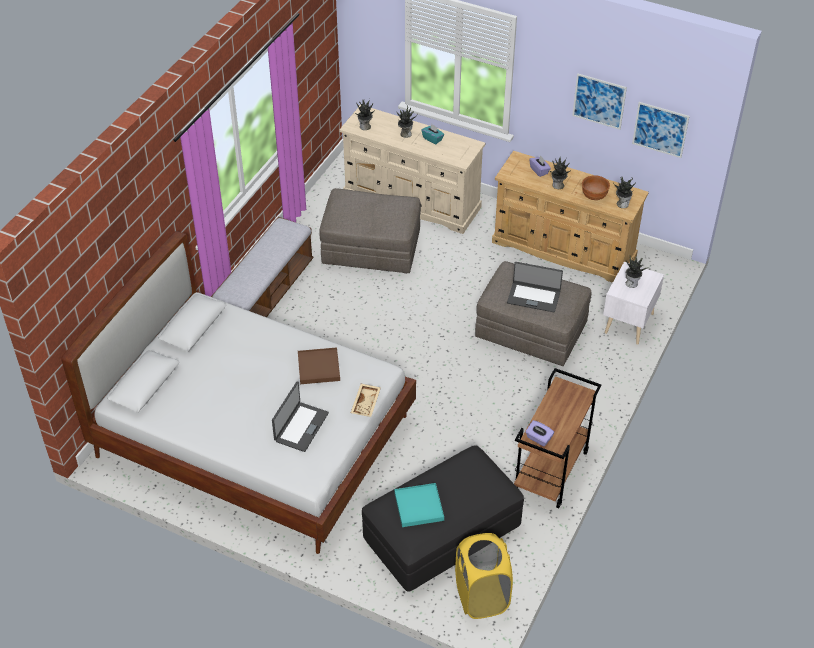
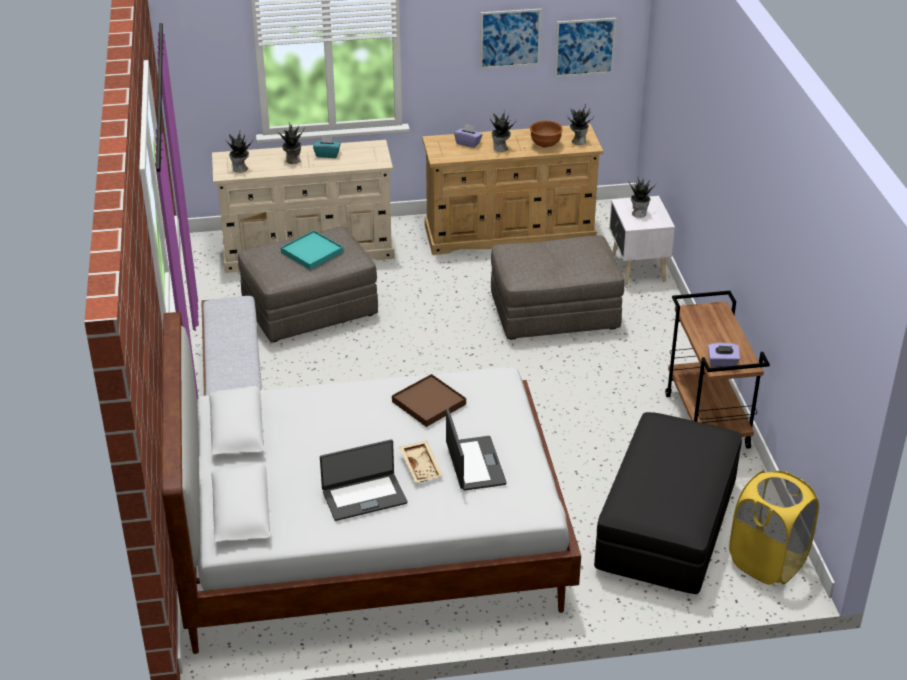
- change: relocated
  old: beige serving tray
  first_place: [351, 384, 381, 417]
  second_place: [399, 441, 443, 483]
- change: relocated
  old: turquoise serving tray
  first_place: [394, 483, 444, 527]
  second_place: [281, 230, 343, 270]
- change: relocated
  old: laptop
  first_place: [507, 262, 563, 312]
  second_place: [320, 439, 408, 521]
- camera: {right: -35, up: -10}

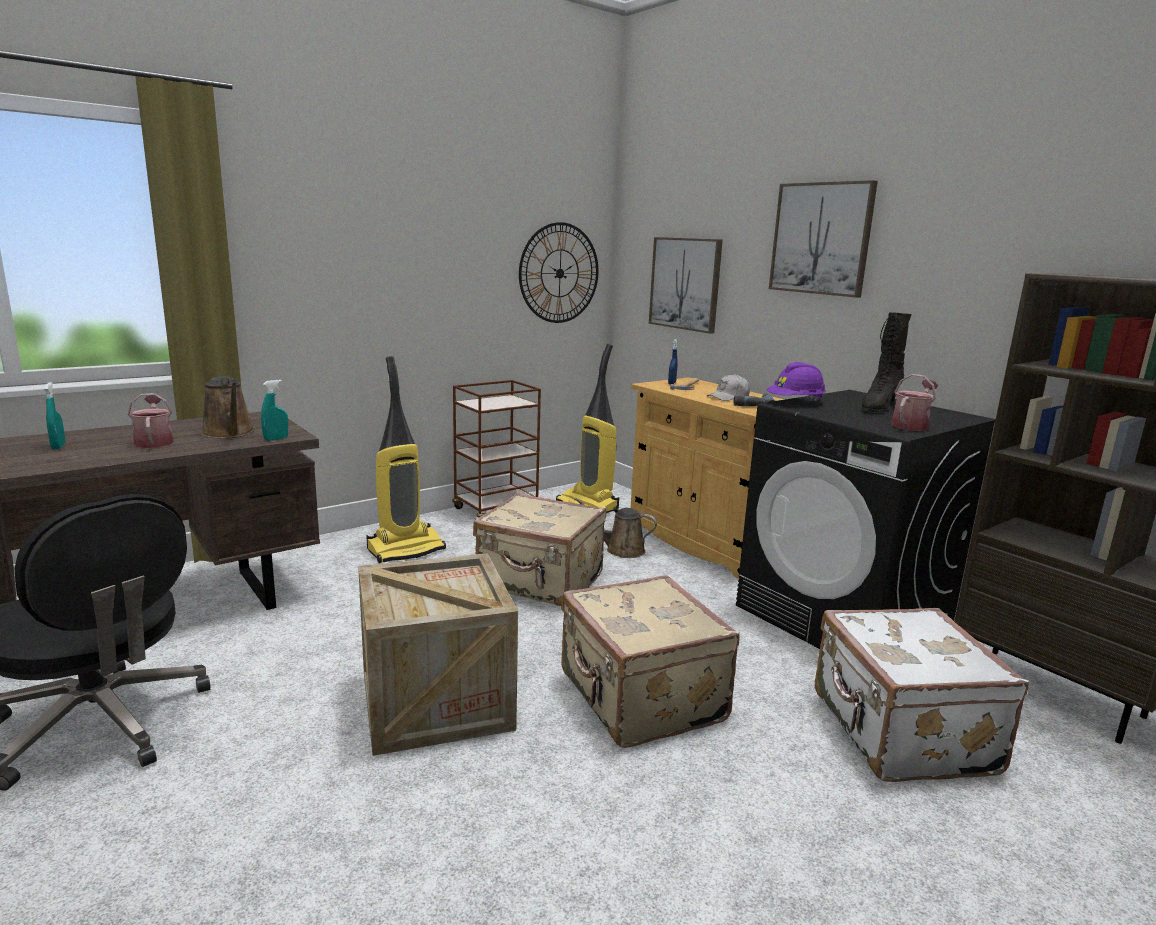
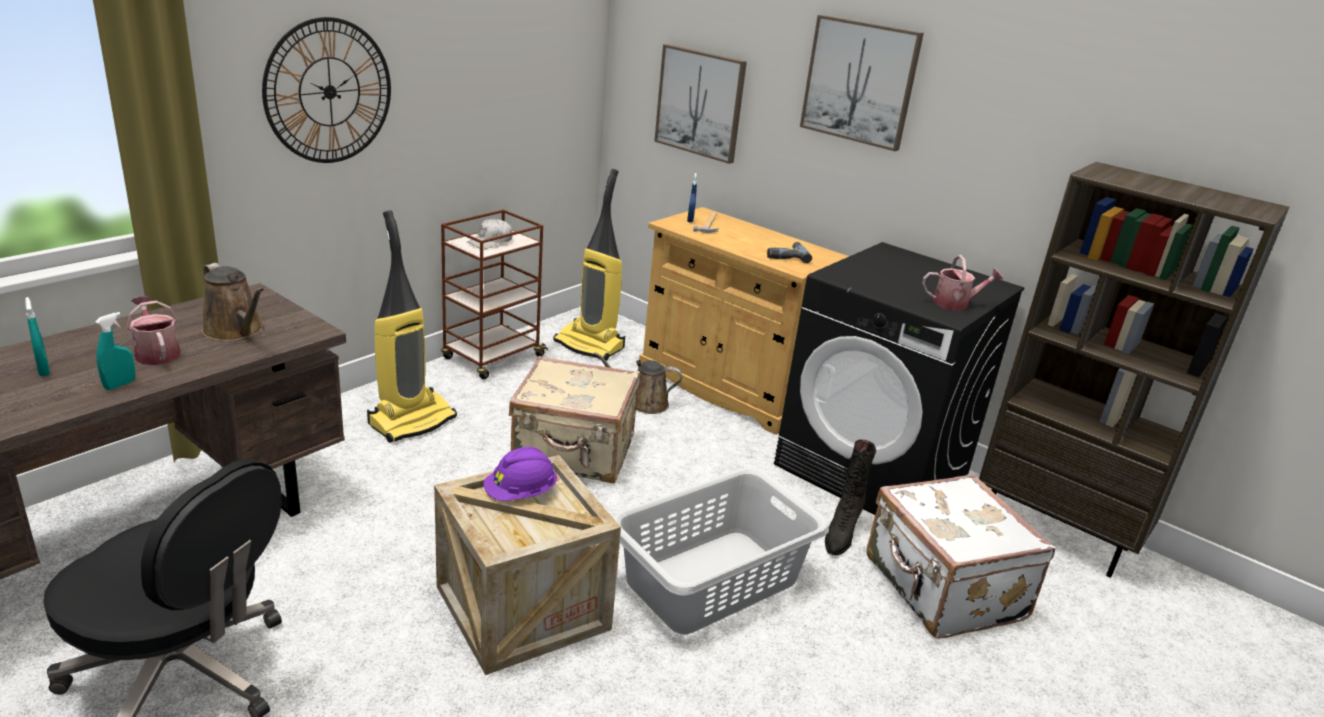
- change: relocated
  old: turquoise spray bottle
  first_place: [261, 380, 288, 441]
  second_place: [95, 312, 135, 390]
- change: relocated
  old: clock on the wall
  first_place: [519, 222, 598, 323]
  second_place: [262, 17, 391, 163]
- change: exchanged
  old: beige piece of luggage
  new: grey hamper
  first_place: [561, 575, 740, 748]
  second_place: [613, 468, 829, 634]
- change: relocated
  old: white peaked cap
  first_place: [707, 374, 750, 401]
  second_place: [467, 219, 513, 249]
- change: relocated
  old: purple hard hat
  first_place: [767, 362, 826, 401]
  second_place: [483, 447, 557, 501]
- change: relocated
  old: black-coloured boot
  first_place: [861, 312, 912, 413]
  second_place: [825, 440, 876, 555]
- change: spun
  old: watering can
  first_place: [891, 374, 938, 431]
  second_place: [922, 255, 1004, 310]
  degrees: 60
- camera: {right: -15, up: 10}

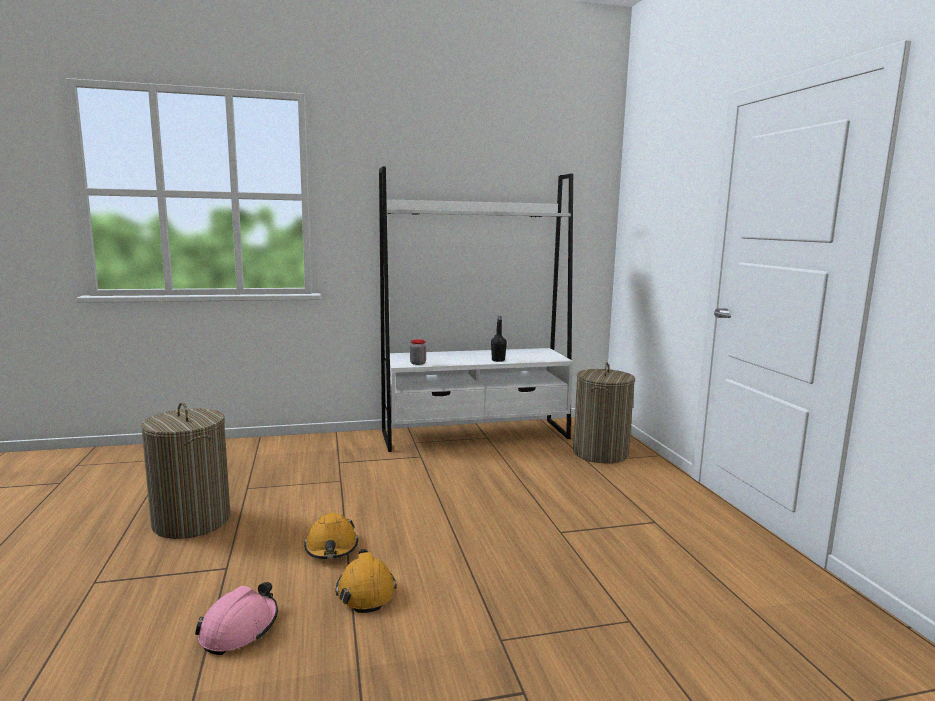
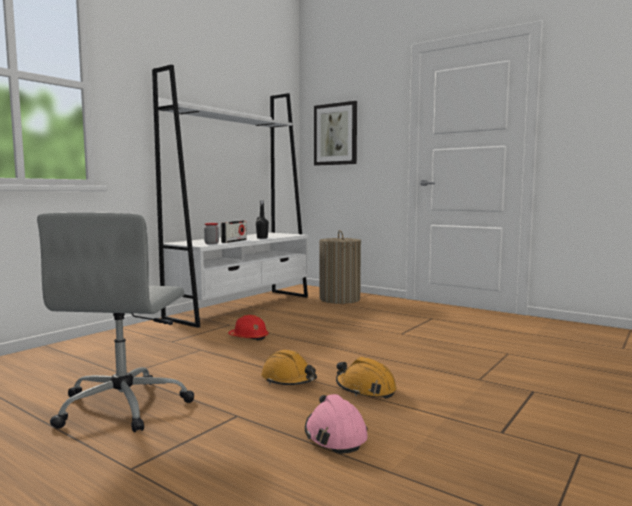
- change: exchanged
  old: hamper
  new: grey desk chair
  first_place: [141, 402, 231, 539]
  second_place: [37, 213, 194, 432]
- change: appeared
  new: radio
  second_place: [221, 221, 247, 243]
- change: appeared
  new: red-coloured hard hat
  second_place: [228, 315, 269, 341]
- change: appeared
  new: wall art
  second_place: [314, 101, 357, 166]
- camera: {right: -40, up: -5}

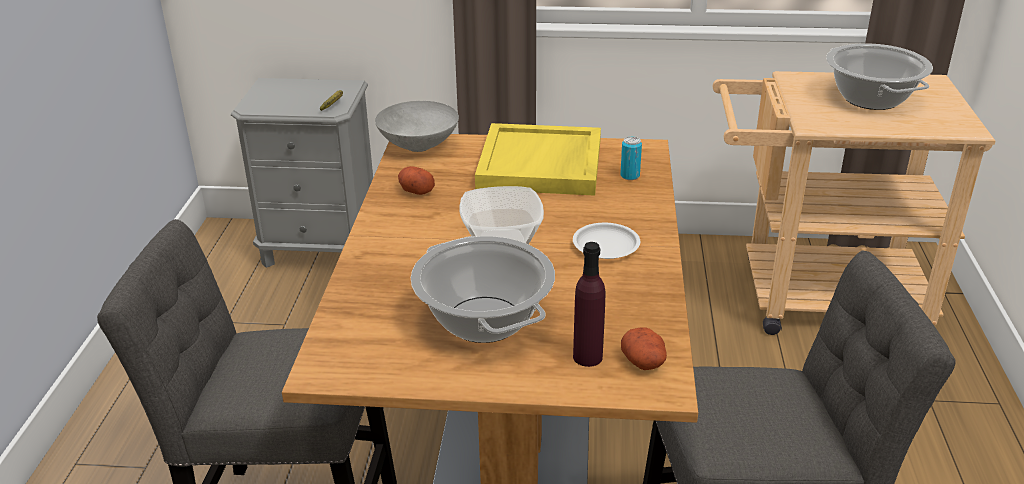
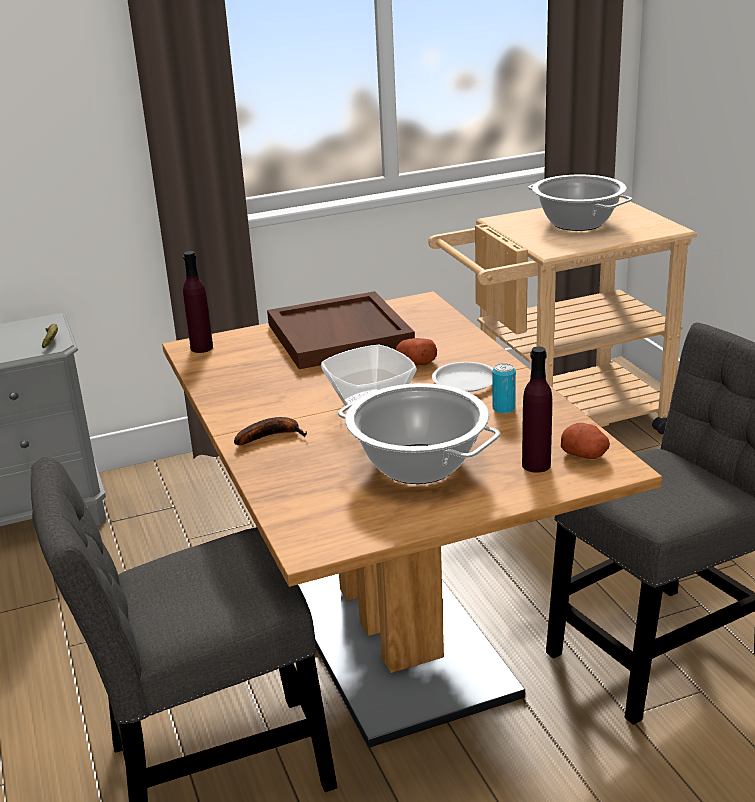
- change: exchanged
  old: grey serving bowl
  new: purple bottle
  first_place: [375, 101, 459, 152]
  second_place: [183, 251, 213, 353]
- change: relocated
  old: whole potato
  first_place: [398, 166, 435, 195]
  second_place: [396, 338, 437, 365]
- change: colour
  old: yellow-coloured serving tray
  new: brown-coloured serving tray
  first_place: [475, 123, 601, 196]
  second_place: [267, 291, 415, 369]
- change: relocated
  old: metal can
  first_place: [620, 137, 642, 180]
  second_place: [492, 363, 516, 414]
- change: appeared
  new: banana
  second_place: [234, 417, 307, 445]
- camera: {right: -25, up: -5}

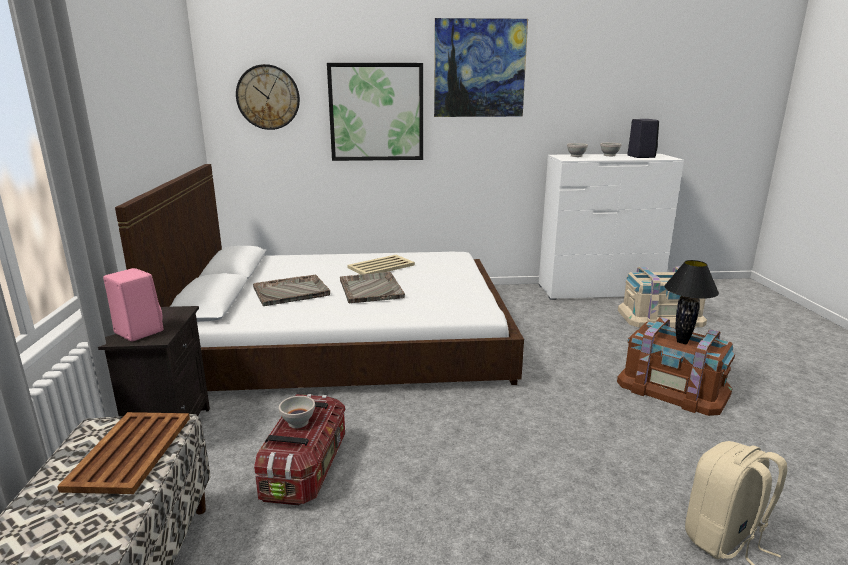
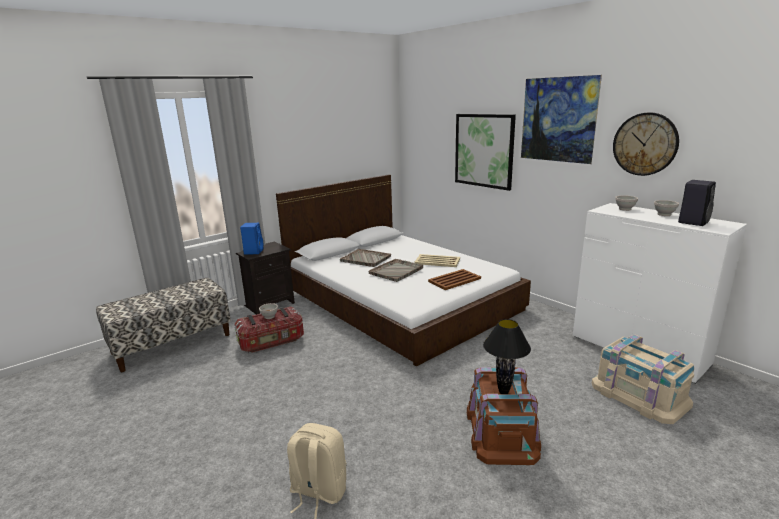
- change: relocated
  old: brown-coloured serving tray
  first_place: [57, 412, 190, 494]
  second_place: [428, 269, 481, 290]
- change: colour
  old: pinkish loudspeaker
  new: blue-coloured loudspeaker
  first_place: [103, 268, 163, 341]
  second_place: [240, 223, 264, 255]
- change: relocated
  old: clock on the wall
  first_place: [236, 64, 300, 130]
  second_place: [613, 112, 679, 176]
- camera: {right: 55, up: 0}

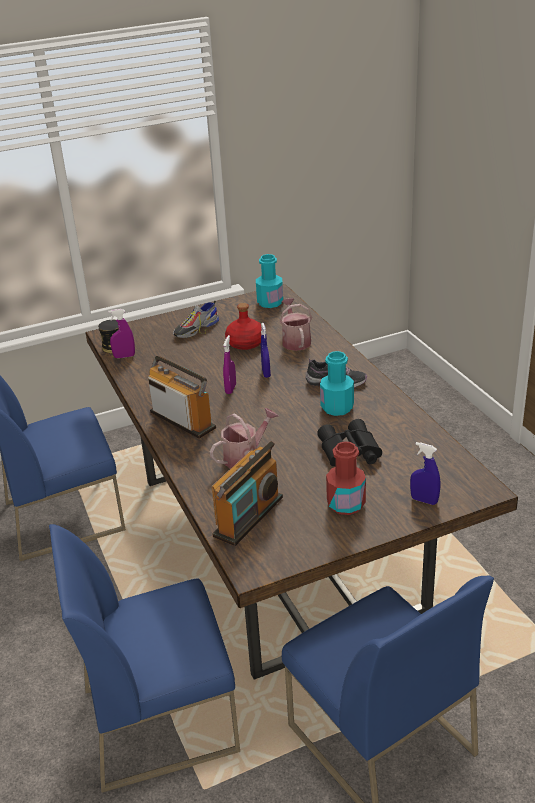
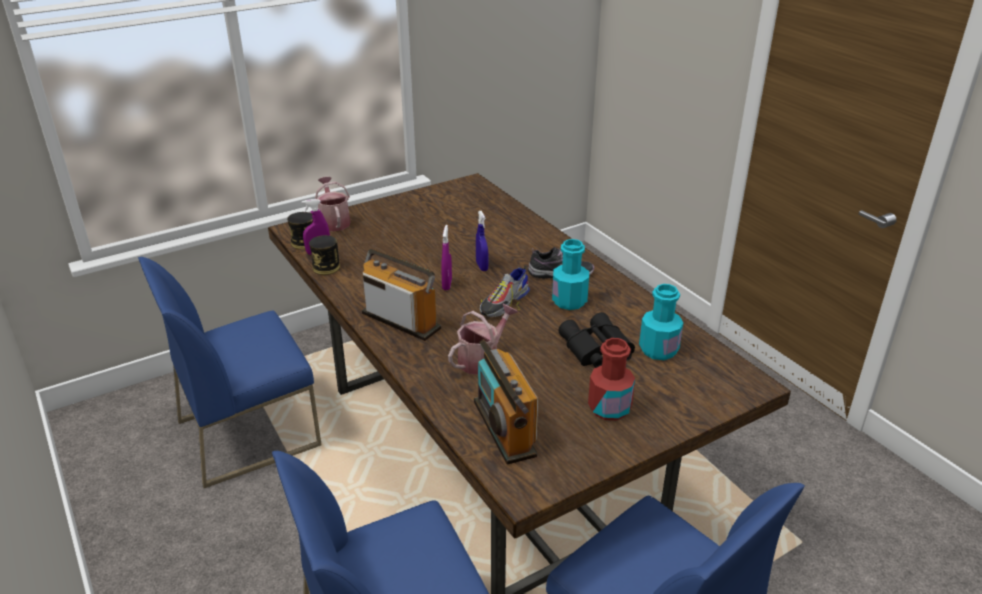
- change: relocated
  old: shoe
  first_place: [173, 301, 219, 338]
  second_place: [480, 266, 530, 317]
- change: spun
  old: radio
  first_place: [212, 441, 283, 546]
  second_place: [474, 339, 538, 465]
  degrees: 135
- change: missing
  old: red-coloured bottle
  first_place: [225, 303, 261, 350]
- change: relocated
  old: turquoise bottle
  first_place: [256, 254, 283, 308]
  second_place: [639, 284, 683, 360]
- change: relocated
  old: watering can
  first_place: [280, 298, 312, 351]
  second_place: [315, 177, 350, 232]
- change: missing
  old: blue-coloured spray bottle
  first_place: [410, 442, 440, 505]
- change: appeared
  new: metal can
  second_place: [309, 235, 340, 275]
- camera: {right: -10, up: 0}

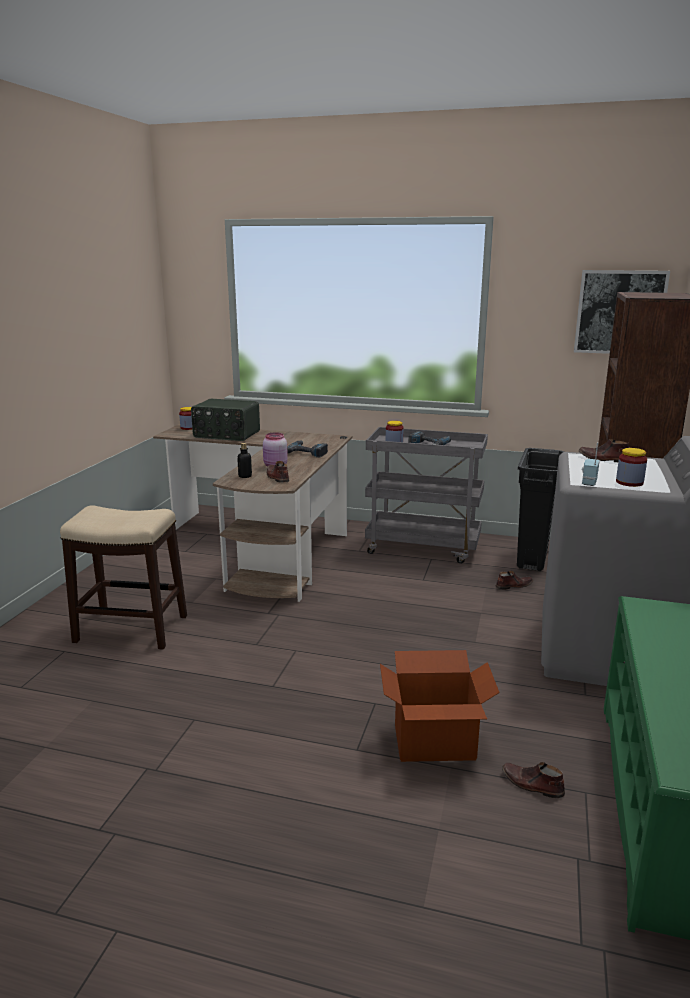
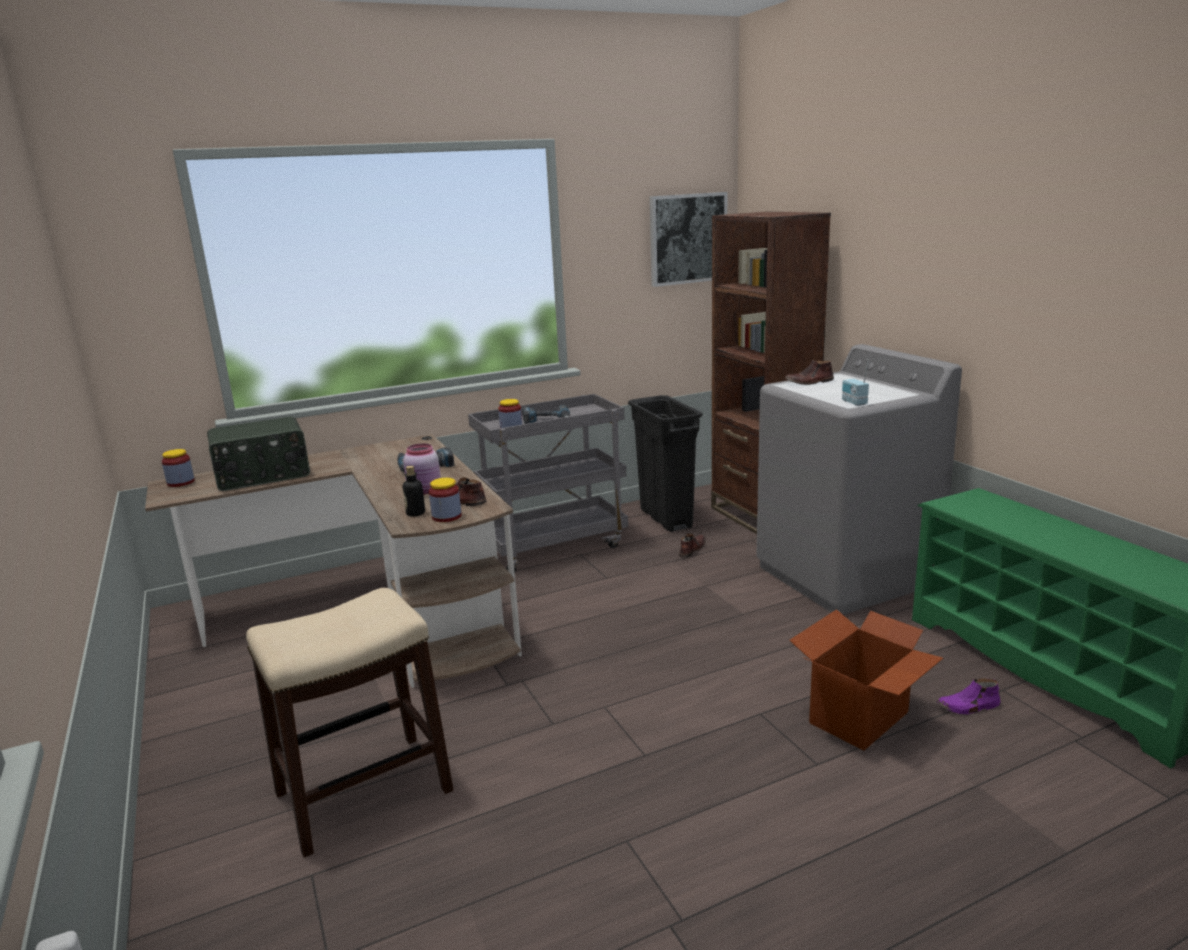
- change: colour
  old: brown-coloured shoe
  new: purple shoe
  first_place: [502, 762, 565, 798]
  second_place: [937, 678, 1001, 714]
- change: relocated
  old: preserve jar
  first_place: [616, 448, 647, 487]
  second_place: [429, 478, 461, 522]
- camera: {right: -40, up: 0}

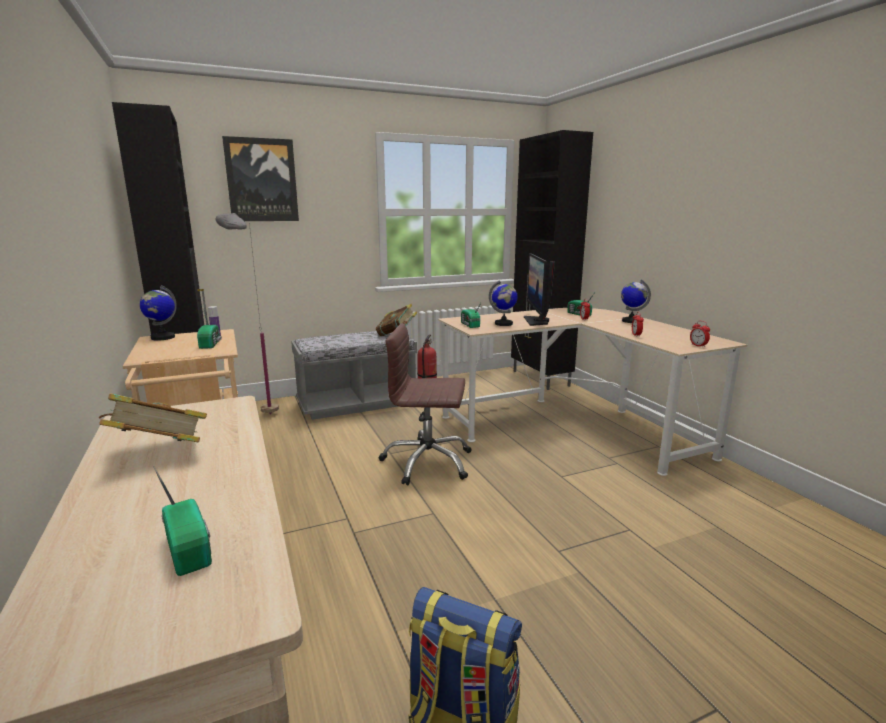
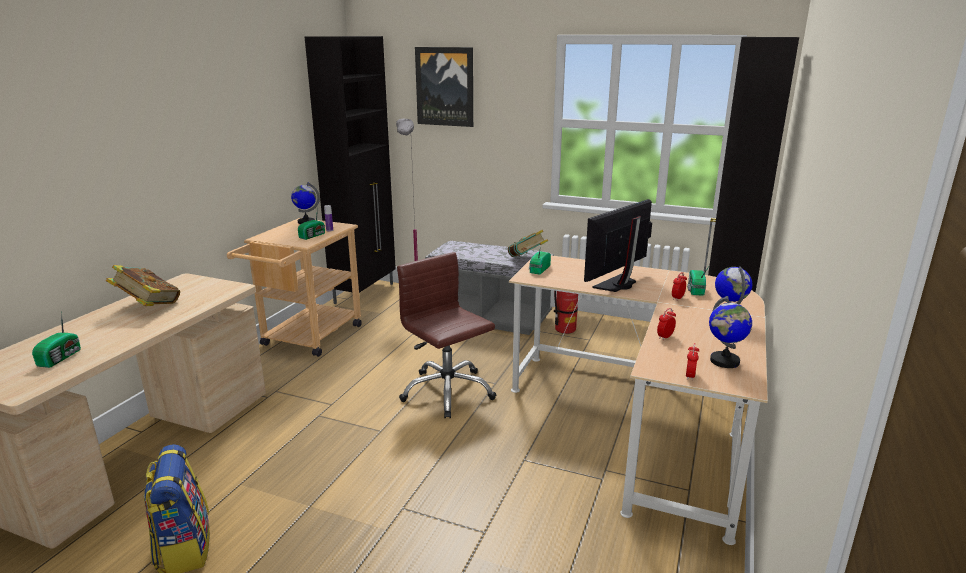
- change: relocated
  old: desk globe
  first_place: [489, 280, 518, 326]
  second_place: [709, 296, 752, 368]
- camera: {right: 45, up: 5}

